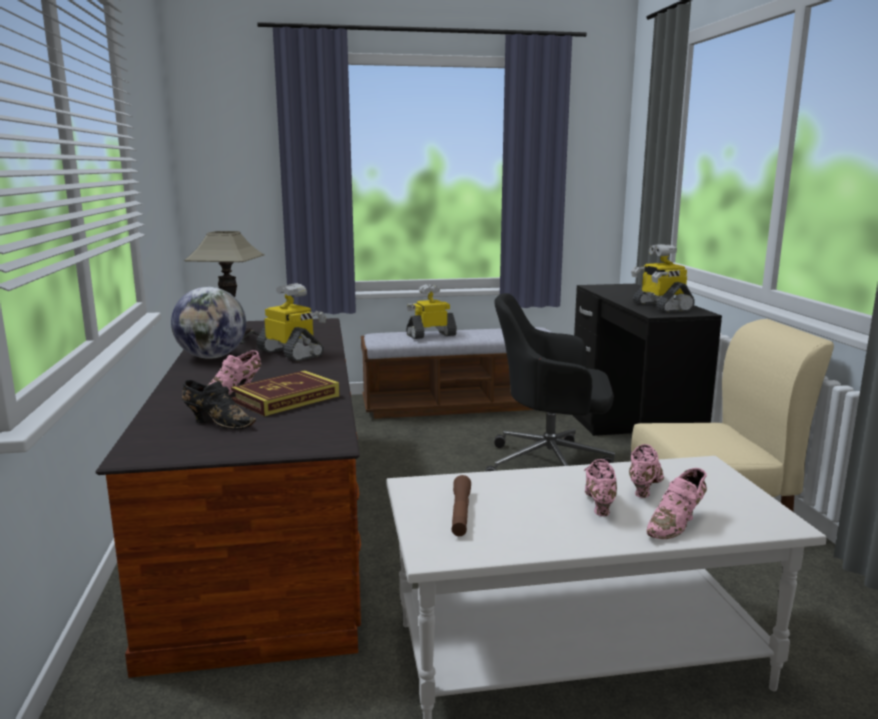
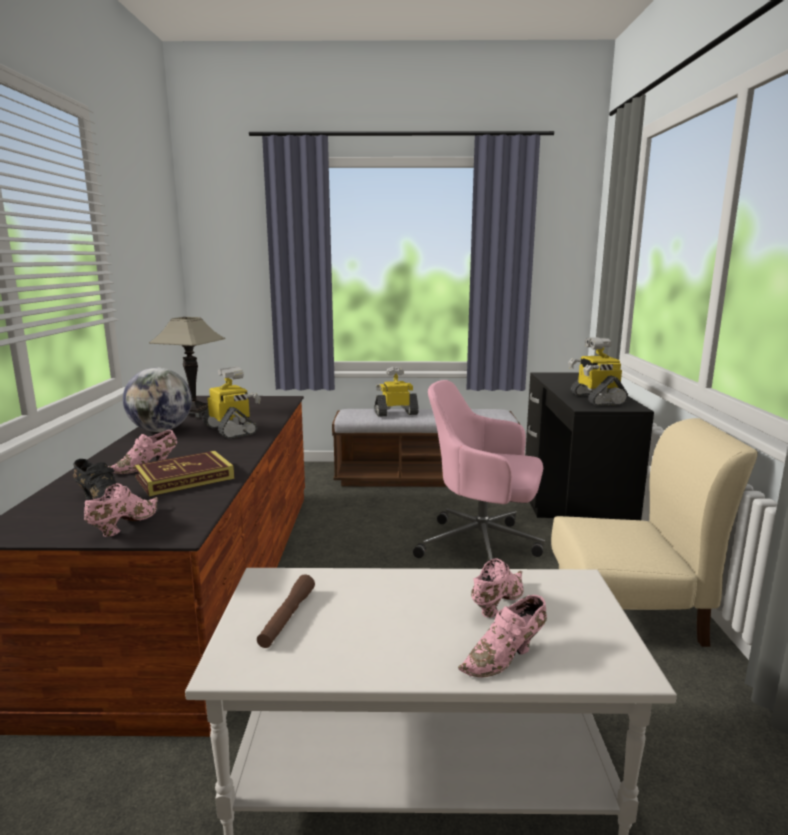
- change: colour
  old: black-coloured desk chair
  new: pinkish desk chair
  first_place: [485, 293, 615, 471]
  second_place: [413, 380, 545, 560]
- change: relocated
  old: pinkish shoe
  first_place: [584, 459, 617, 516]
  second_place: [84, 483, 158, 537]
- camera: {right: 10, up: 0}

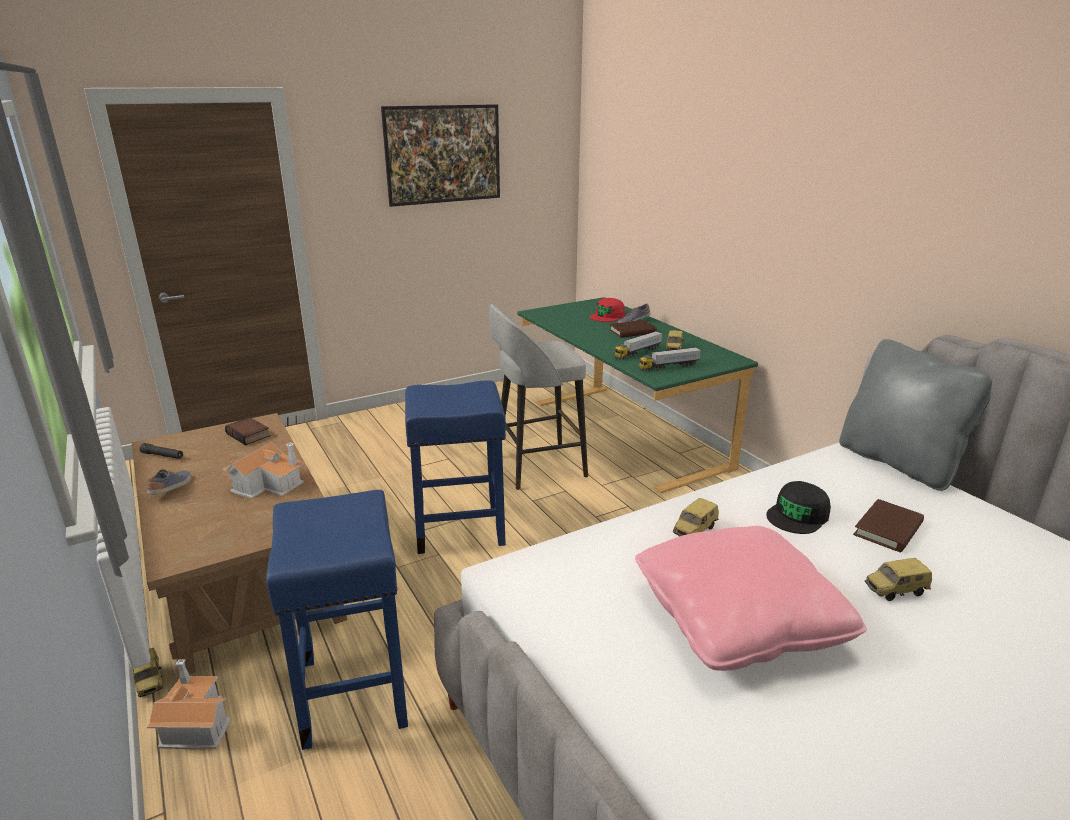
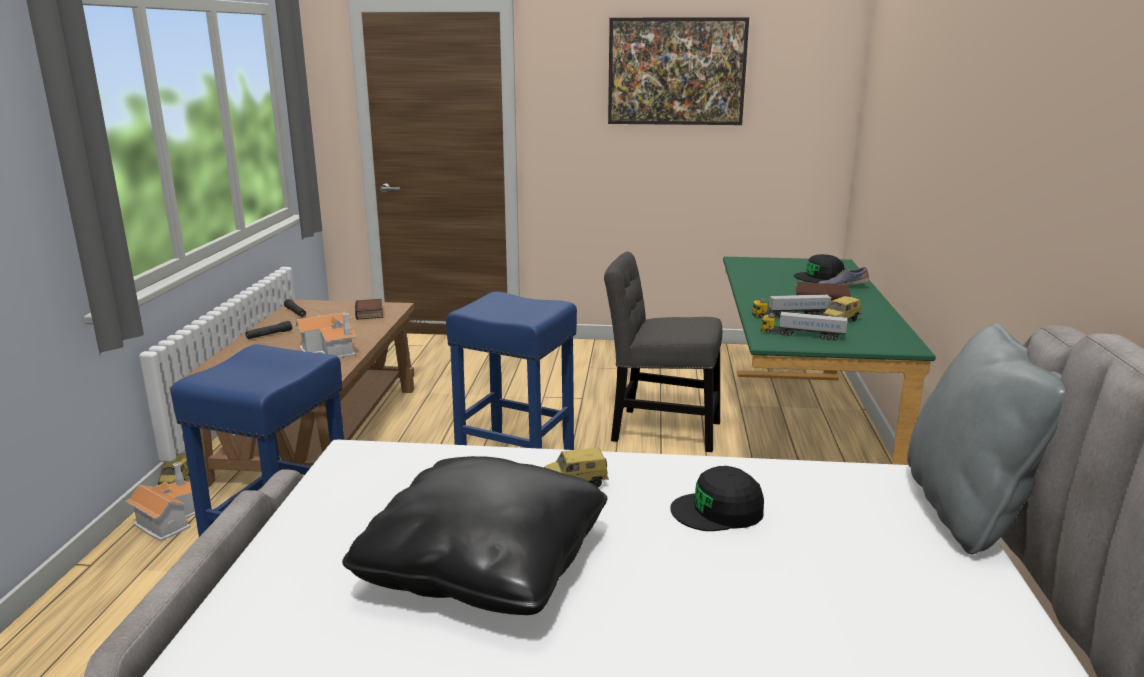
- change: exchanged
  old: shoe
  new: black-coloured flashlight
  first_place: [147, 469, 192, 495]
  second_place: [245, 321, 292, 339]
- change: exchanged
  old: grey stool
  new: grey plain chair
  first_place: [489, 304, 588, 490]
  second_place: [604, 251, 722, 452]
- change: colour
  old: red-coloured peaked cap
  new: black-coloured peaked cap
  first_place: [590, 298, 625, 322]
  second_place: [794, 254, 845, 283]
- change: colour
  old: pinkish pillow
  new: black-coloured pillow
  first_place: [635, 526, 867, 671]
  second_place: [342, 456, 607, 615]
- change: missing
  old: brown-coloured bound book
  first_place: [853, 499, 924, 552]
- change: missing
  old: miniature car
  first_place: [865, 558, 932, 601]
- camera: {right: 35, up: -5}

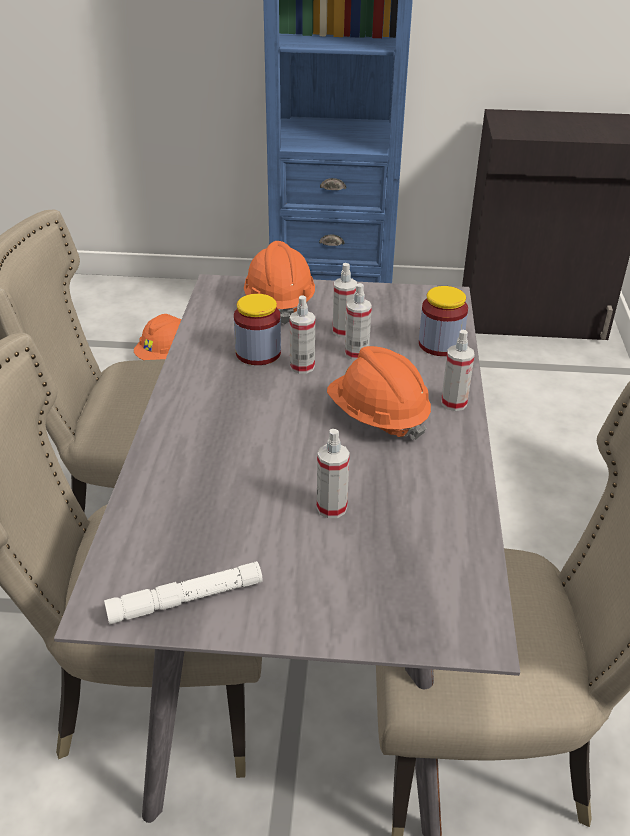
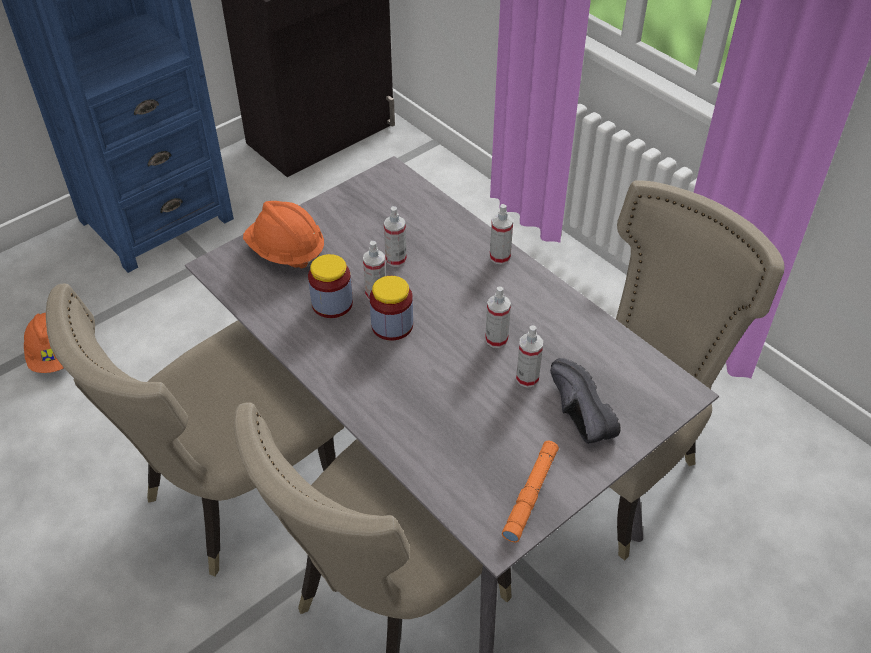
- change: colour
  old: white flashlight
  new: orange-coloured flashlight
  first_place: [104, 561, 263, 624]
  second_place: [502, 441, 559, 542]
- change: missing
  old: orange-coloured hard hat
  first_place: [327, 346, 431, 440]
- change: relocated
  old: spray bottle
  first_place: [333, 263, 357, 338]
  second_place: [485, 286, 511, 348]
- change: relocated
  old: preserve jar
  first_place: [419, 286, 468, 356]
  second_place: [370, 276, 413, 341]
- change: appeared
  new: black-coloured shoe
  second_place: [550, 358, 621, 444]
- camera: {right: -45, up: 10}

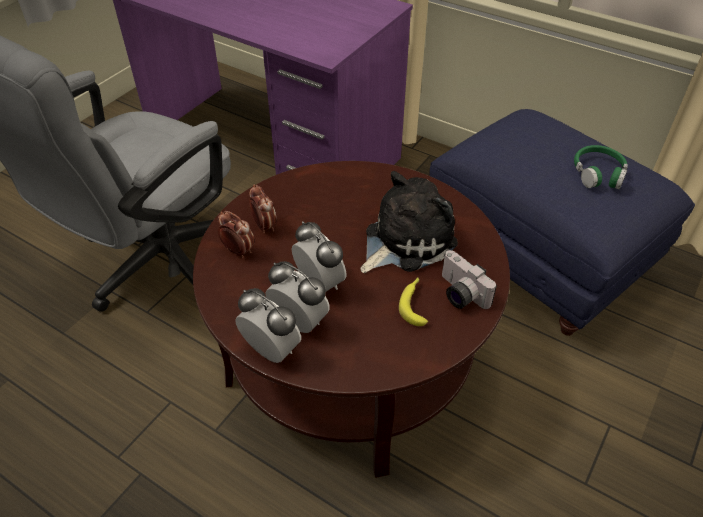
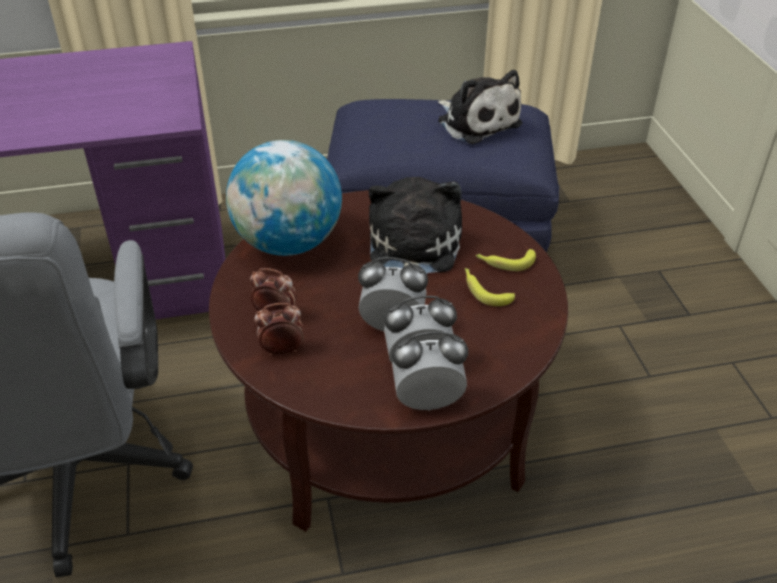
- change: exchanged
  old: still camera
  new: banana
  first_place: [442, 250, 497, 309]
  second_place: [476, 249, 536, 271]
- change: exchanged
  old: green-coloured pair of headphones
  new: soft toy
  first_place: [574, 145, 628, 189]
  second_place: [438, 70, 522, 144]
- change: appeared
  new: desk globe
  second_place: [226, 140, 342, 256]
- camera: {right: -45, up: -5}

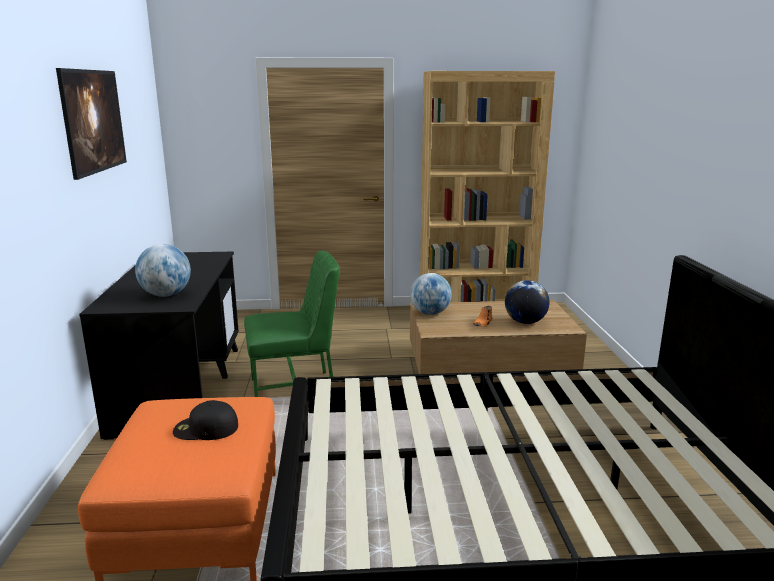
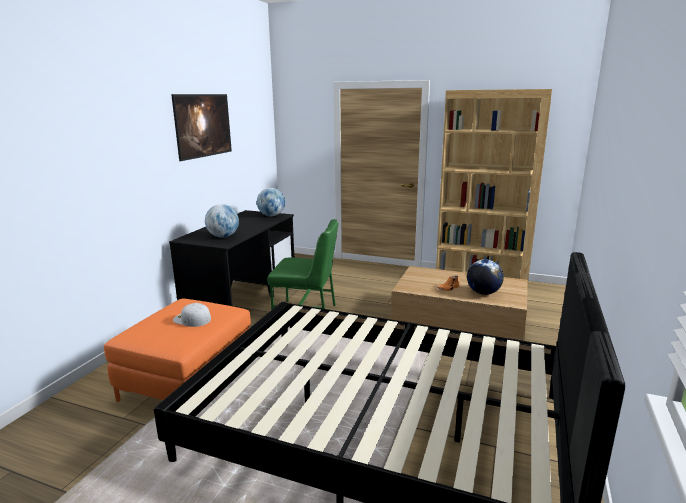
- change: colour
  old: black-coloured peaked cap
  new: white peaked cap
  first_place: [173, 400, 238, 440]
  second_place: [173, 303, 211, 327]
- change: relocated
  old: desk globe
  first_place: [410, 273, 452, 315]
  second_place: [257, 188, 285, 216]
- camera: {right: 25, up: 0}

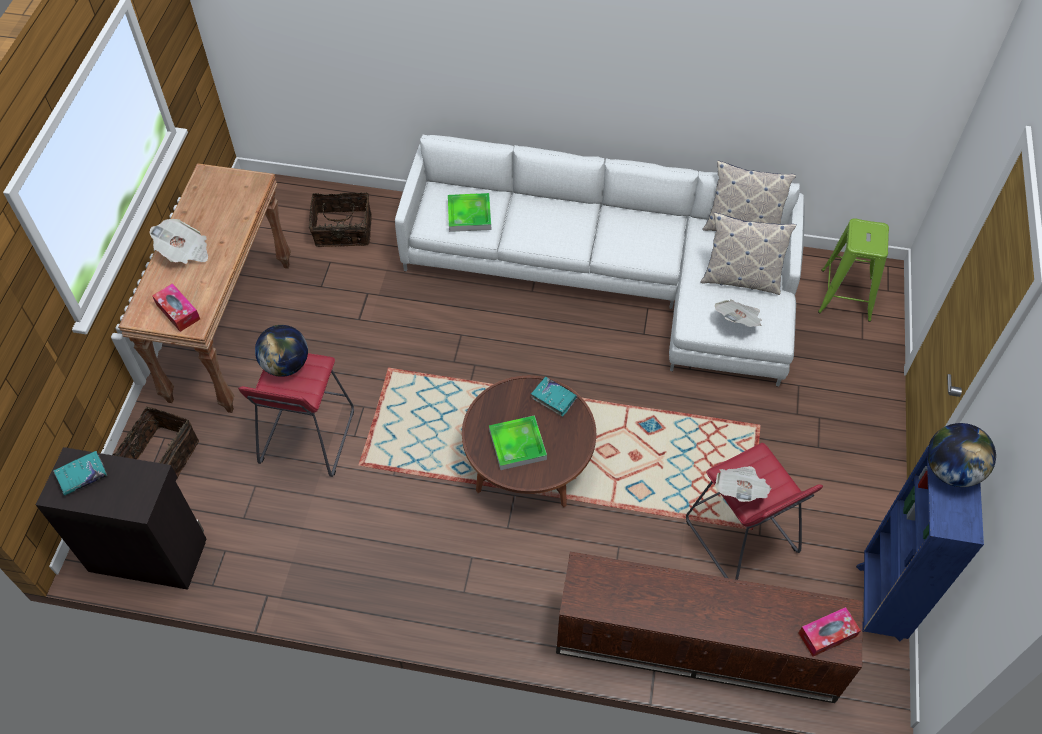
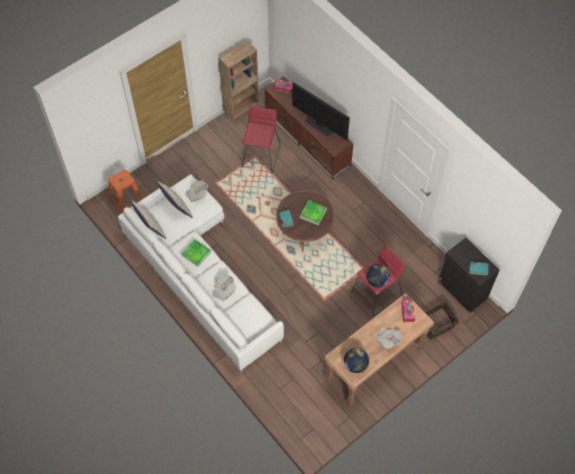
- change: missing
  old: household basket
  first_place: [309, 192, 372, 247]
- change: relocated
  old: serving tray
  first_place: [448, 193, 491, 232]
  second_place: [181, 239, 211, 267]
- change: relocated
  old: newspaper
  first_place: [715, 466, 771, 502]
  second_place: [212, 275, 236, 301]
- change: colour
  old: green-coloured stool
  new: orange-coloured stool
  first_place: [818, 218, 889, 322]
  second_place: [108, 169, 143, 214]
- change: colour
  old: blue-coloured bookcase
  new: brown-coloured bookcase
  first_place: [856, 446, 984, 641]
  second_place: [218, 40, 259, 125]
- change: relocated
  old: desk globe
  first_place: [927, 423, 996, 487]
  second_place: [344, 348, 369, 373]
- change: appeared
  new: TV
  second_place: [293, 82, 350, 140]
- camera: {right: -140, up: 5}

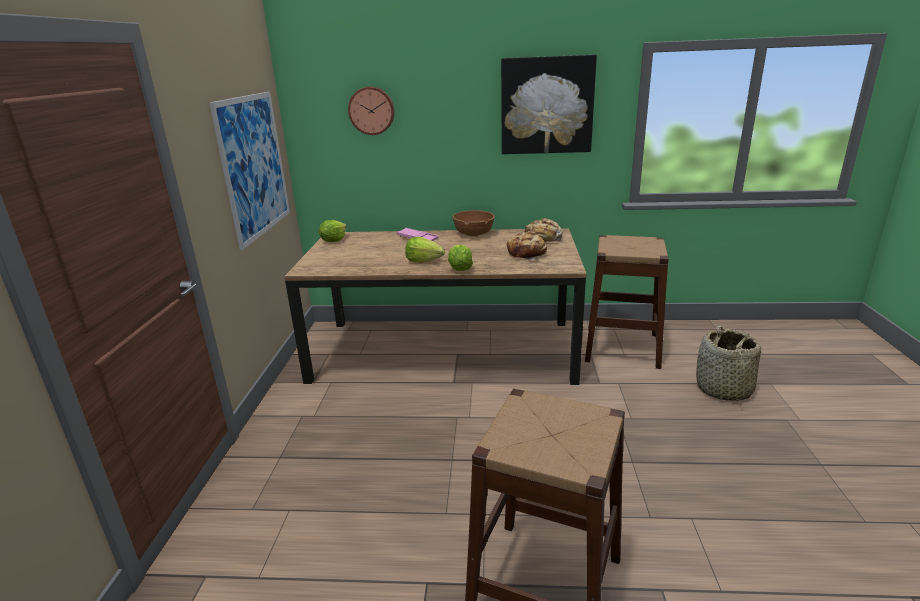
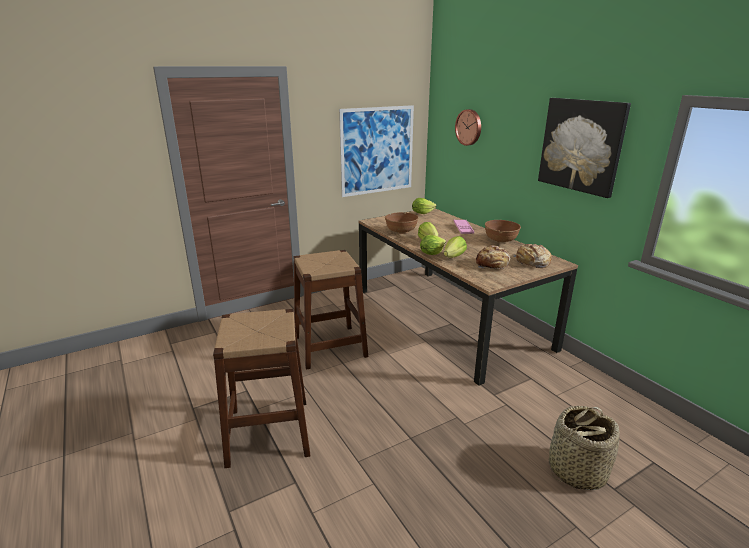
- change: relocated
  old: brown-coloured stool
  first_place: [585, 235, 669, 369]
  second_place: [293, 250, 368, 370]
- change: appeared
  new: brown-coloured serving bowl
  second_place: [385, 212, 419, 234]
- change: appeared
  new: lettuce head
  second_place: [444, 236, 467, 258]
- camera: {right: 55, up: 0}

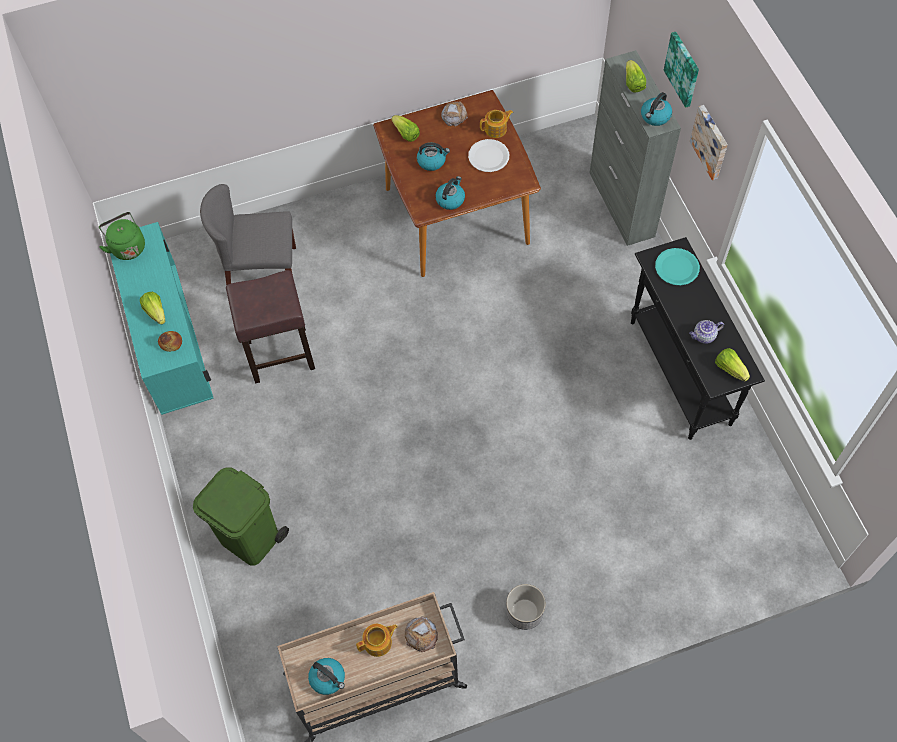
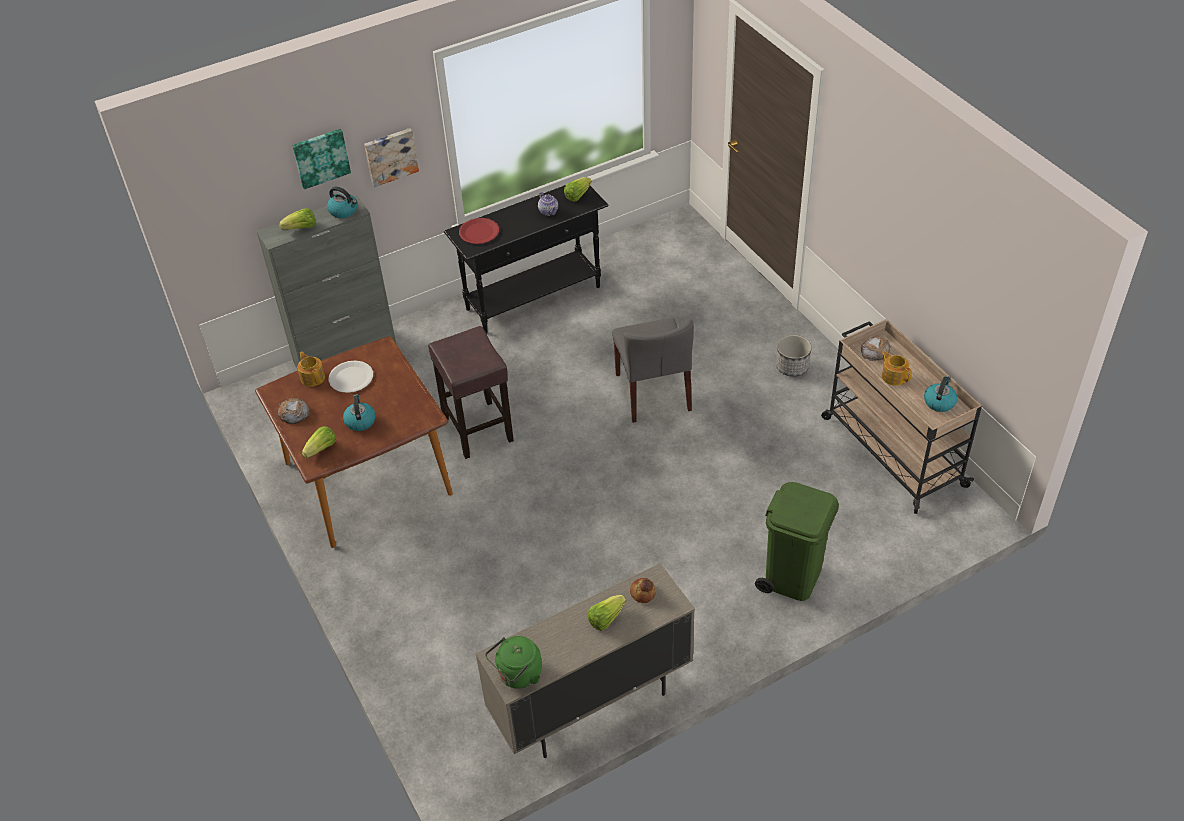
- change: colour
  old: turquoise cupboard
  new: beige cupboard
  first_place: [110, 222, 214, 415]
  second_place: [475, 563, 695, 758]
- change: relocated
  old: grey plain chair
  first_place: [200, 184, 296, 286]
  second_place: [612, 318, 694, 423]
- change: relocated
  old: brown-coloured stool
  first_place: [226, 270, 315, 384]
  second_place: [428, 326, 514, 459]
- change: missing
  old: kettle
  first_place: [435, 176, 465, 210]
- change: colour
  old: turquoise plate
  new: red-coloured plate
  first_place: [655, 248, 700, 285]
  second_place: [459, 218, 499, 244]
- camera: {right: -100, up: -15}

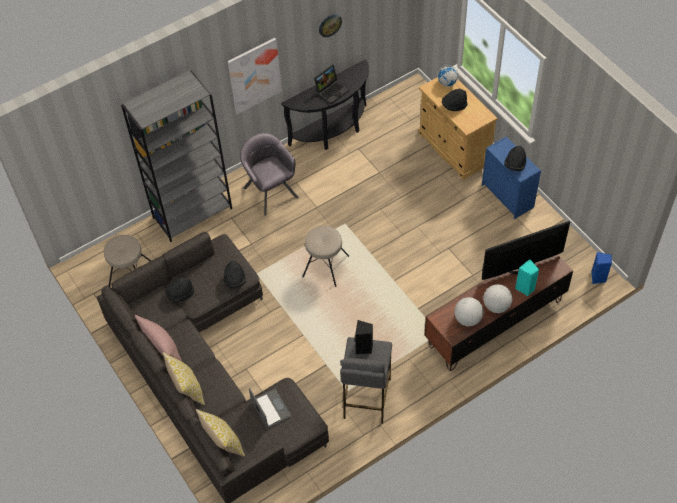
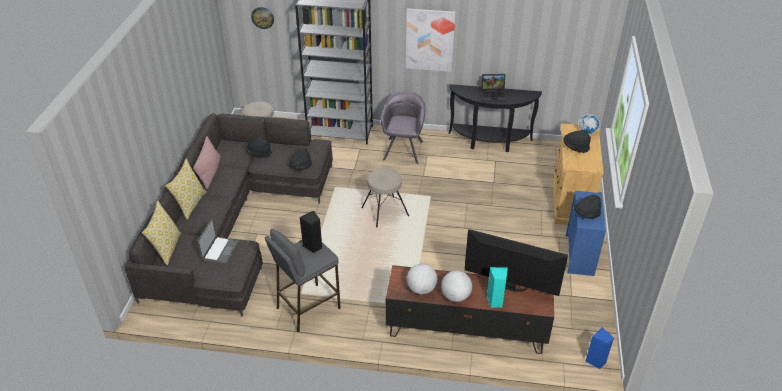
- change: relocated
  old: clock on the wall
  first_place: [319, 14, 342, 37]
  second_place: [251, 7, 274, 29]
- camera: {right: 40, up: -15}

